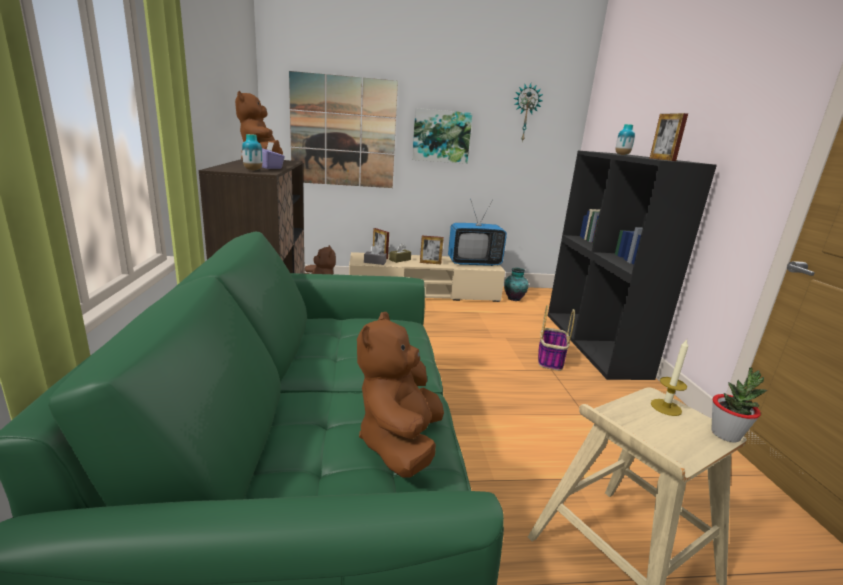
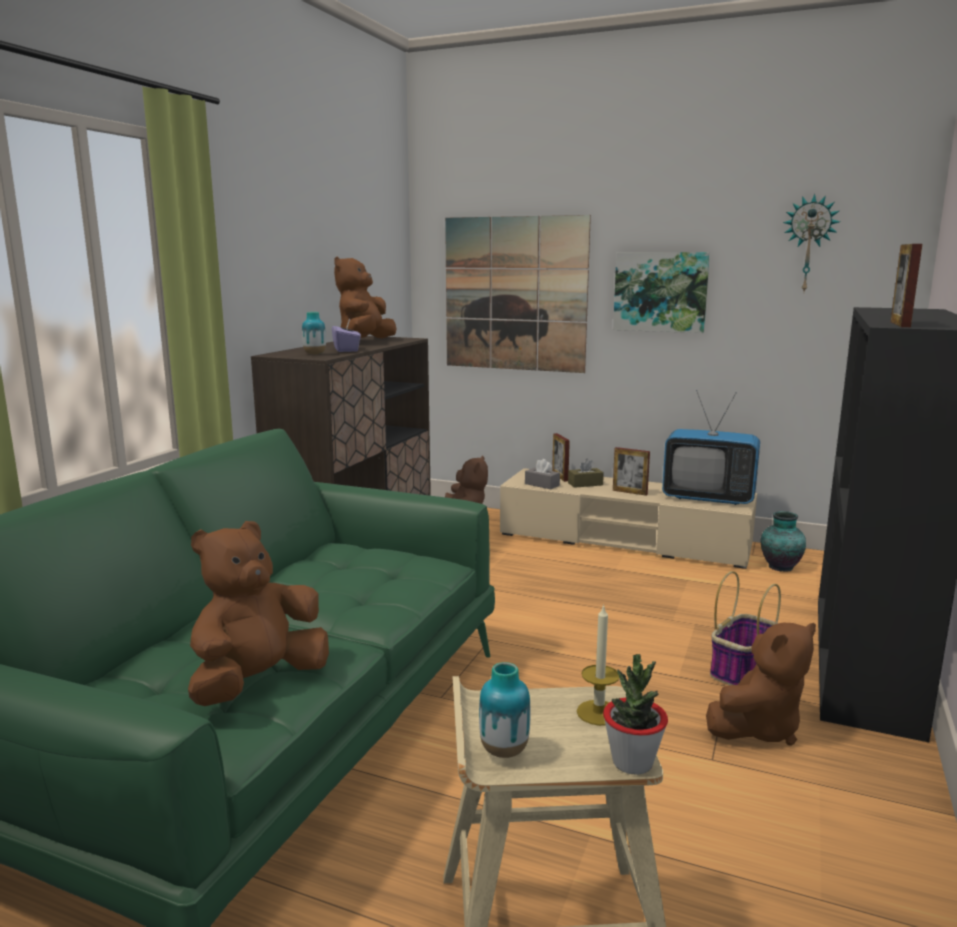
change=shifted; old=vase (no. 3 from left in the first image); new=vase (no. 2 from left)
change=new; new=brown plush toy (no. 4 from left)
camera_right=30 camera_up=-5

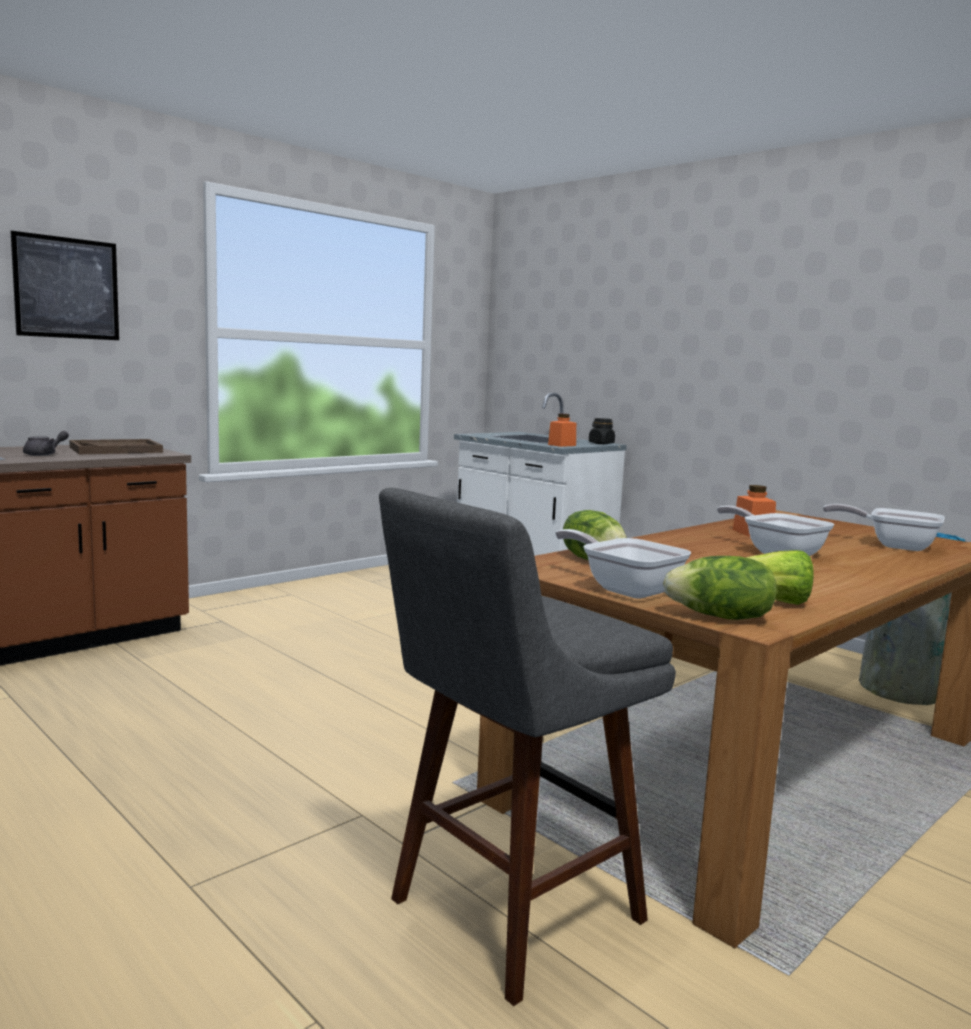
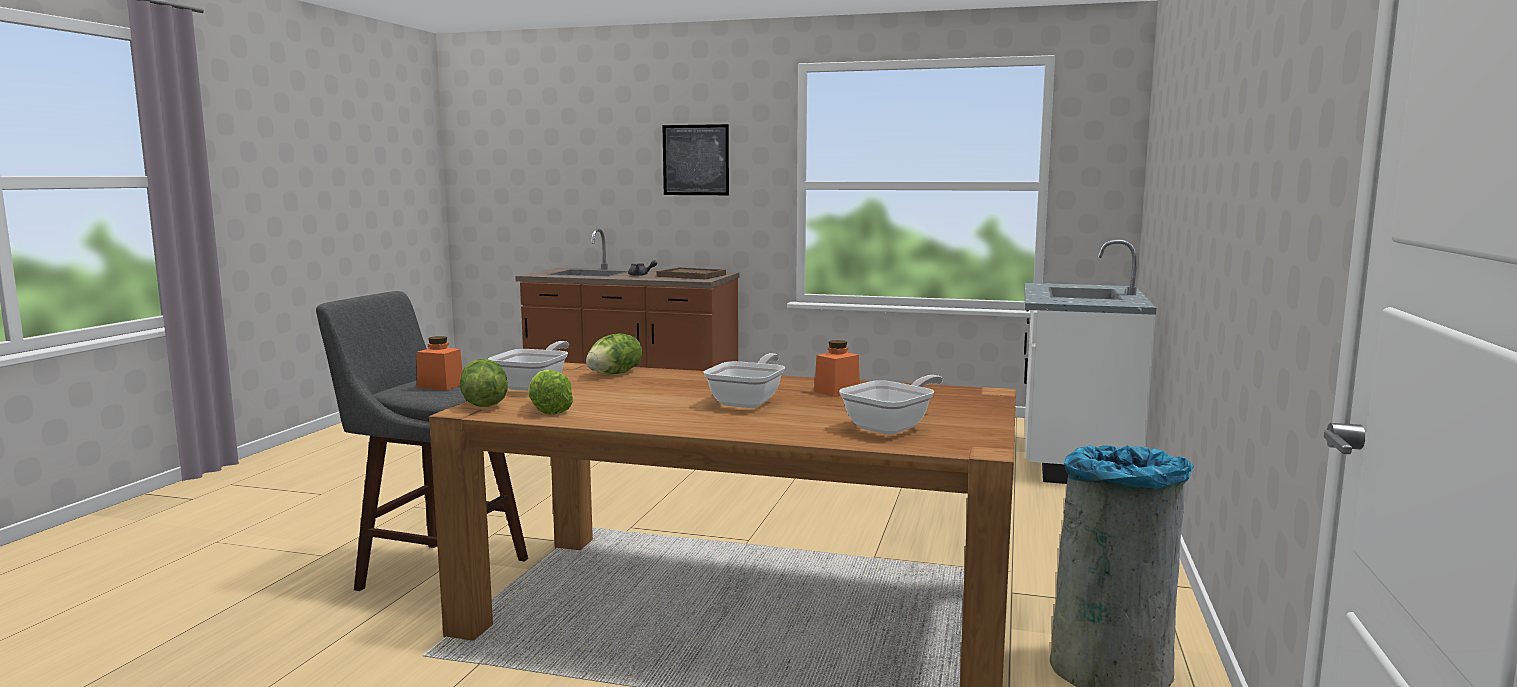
change=shifted; old=orange jar (no. 1 from left)
change=gone; old=black jar
change=rotated; old=frying pan (no. 3 from left); degrees=45
camera_right=60 camera_up=0

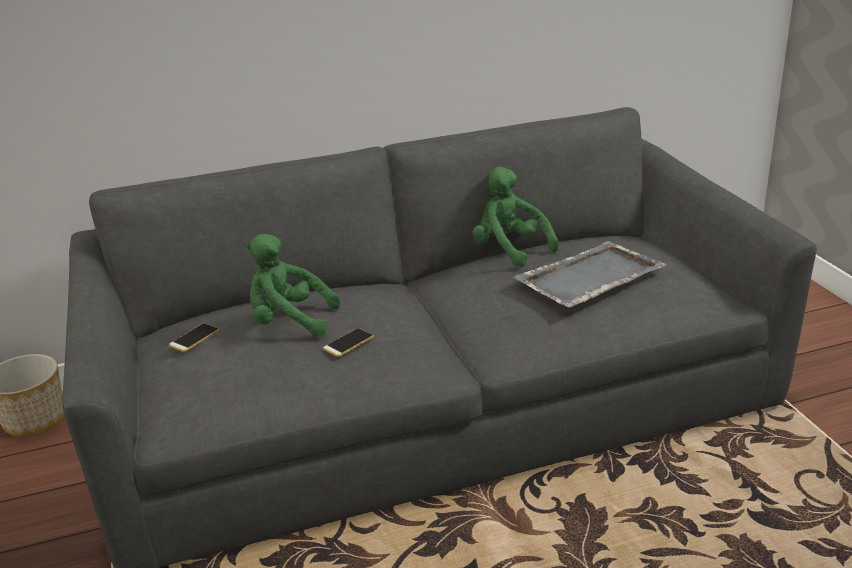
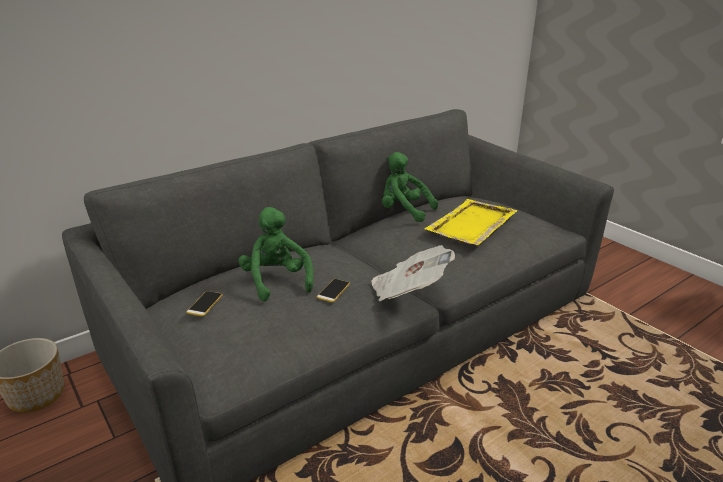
change=rotated; old=green plush toy (no. 1 from left); degrees=75
change=repainted; old=grey tray; new=yellow tray
change=new; new=newspaper
camera_right=-20 camera_up=0

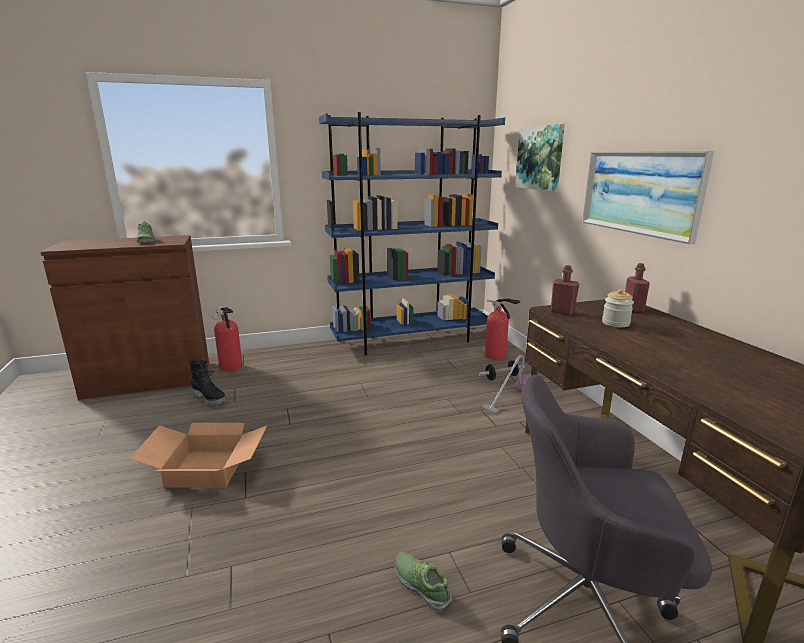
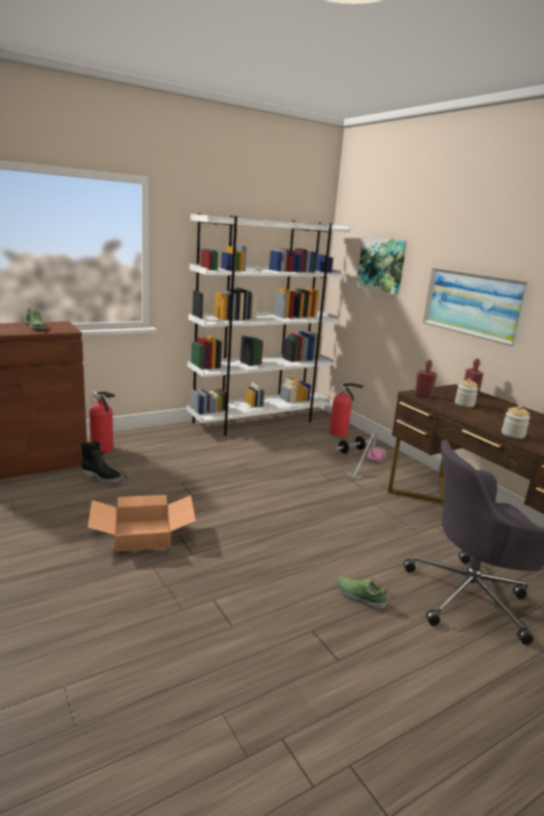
change=repainted; old=blue bookcase; new=white bookcase
change=new; new=jar (no. 2 from left)
camera_right=-15 camera_up=0

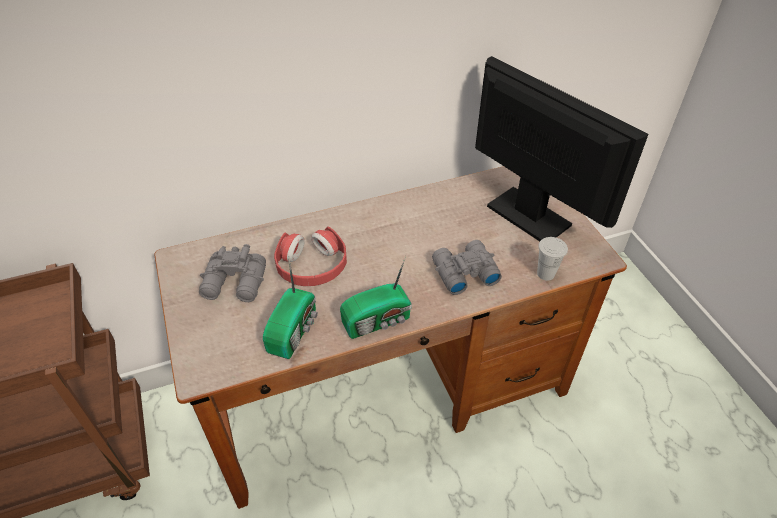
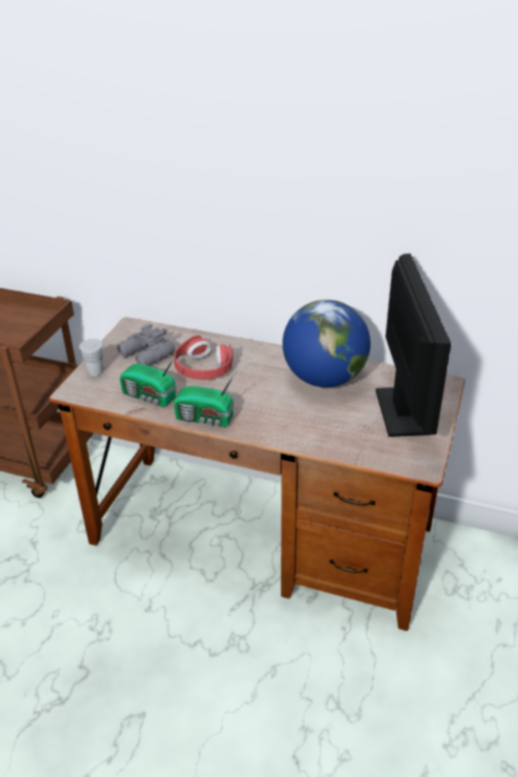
change=rotated; old=radio (no. 1 from left); degrees=60
change=gone; old=grey binoculars (no. 2 from left)
change=shifted; old=white cup
change=new; new=globe
camera_right=40 camera_up=-10

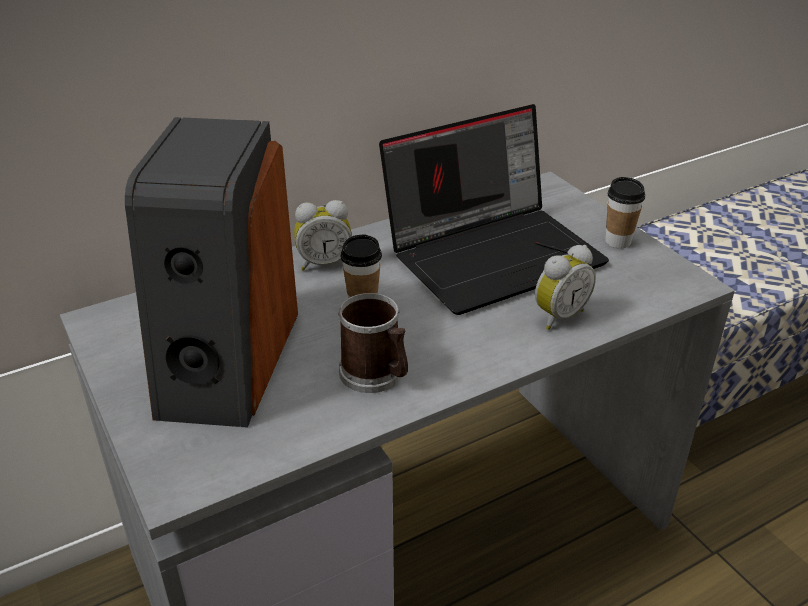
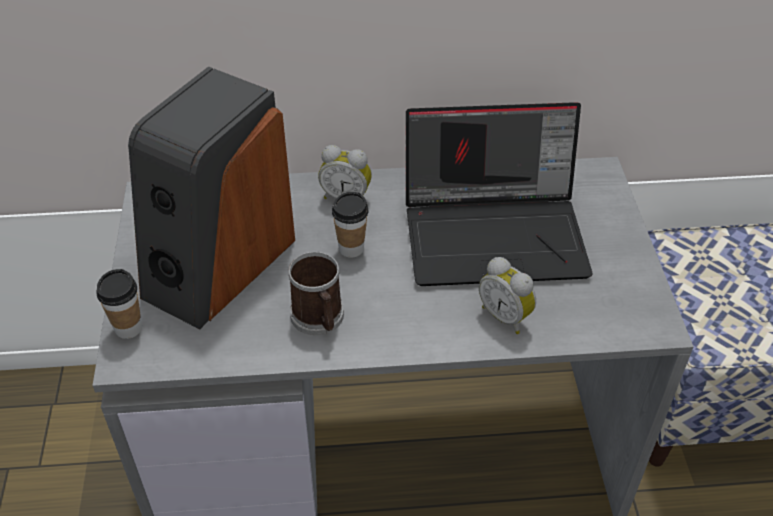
change=rotated; old=alarm clock (no. 2 from left); degrees=60
change=shifted; old=cup (no. 2 from left in the first image); new=cup (no. 1 from left)
camera_right=25 camera_up=10

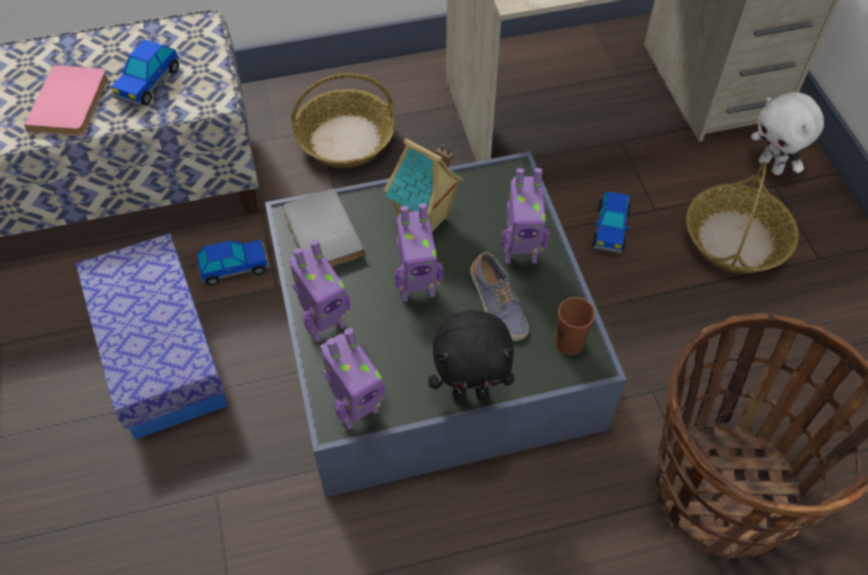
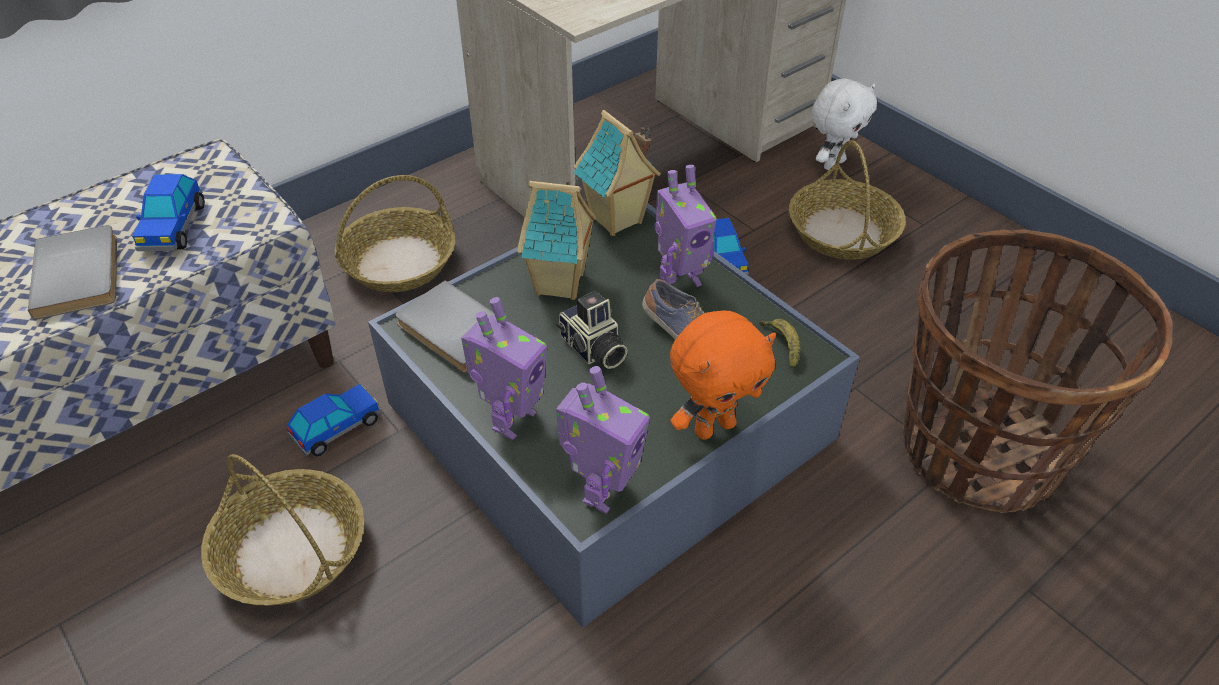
change=repainted; old=pink book; new=grey book (no. 1 from left)
change=swapped; old=storage box; new=basket (no. 1 from left)
change=swapped; old=toy robot (no. 3 from left); new=photo camera
change=repainted; old=black plush toy; new=orange plush toy
change=swapped; old=brown cup; new=banana
change=rotated; old=white plush toy; degrees=-75
change=new; new=toy house (no. 2 from left)
camera_right=-25 camera_up=-10

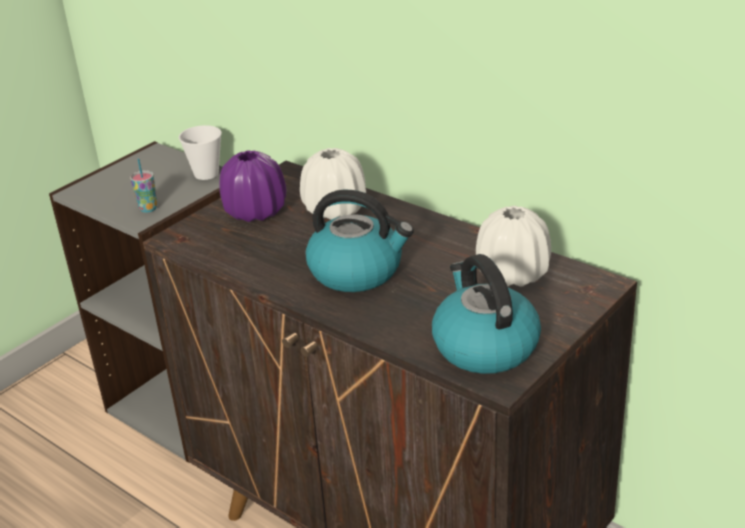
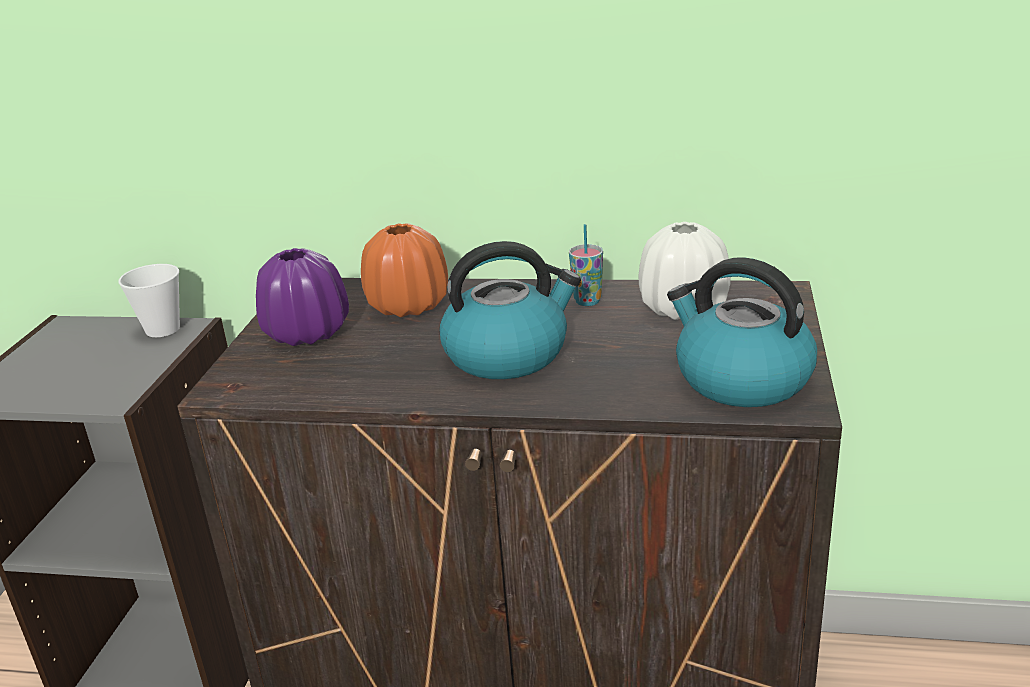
change=shifted; old=cup (no. 1 from left in the first image); new=cup (no. 2 from left)
change=repainted; old=white vase (no. 1 from left); new=orange vase
camera_right=-30 camera_up=-5

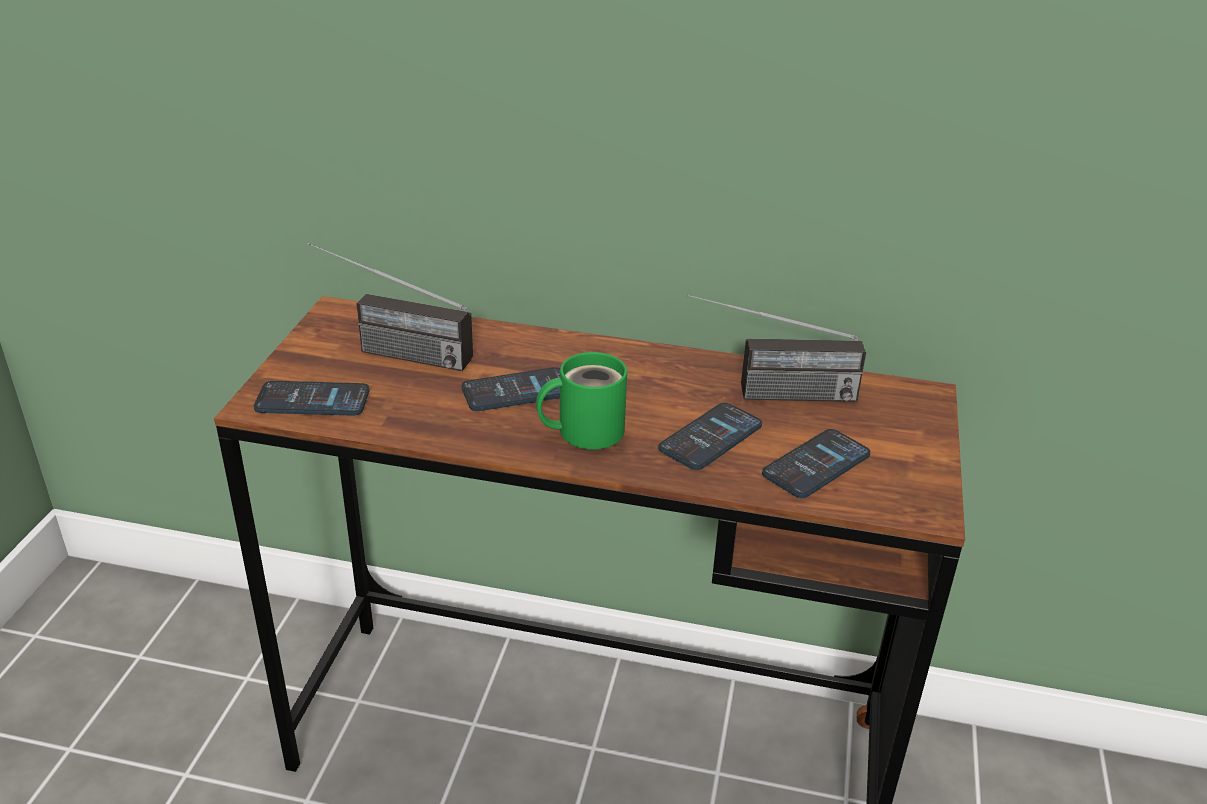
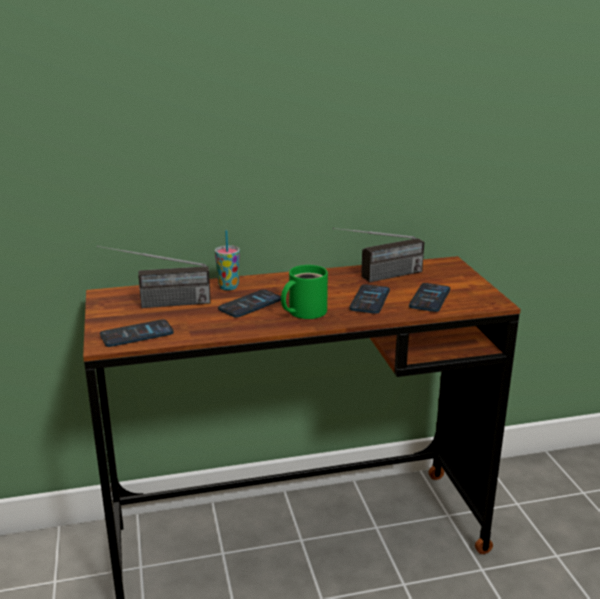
change=new; new=cup
camera_right=-25 camera_up=-10

